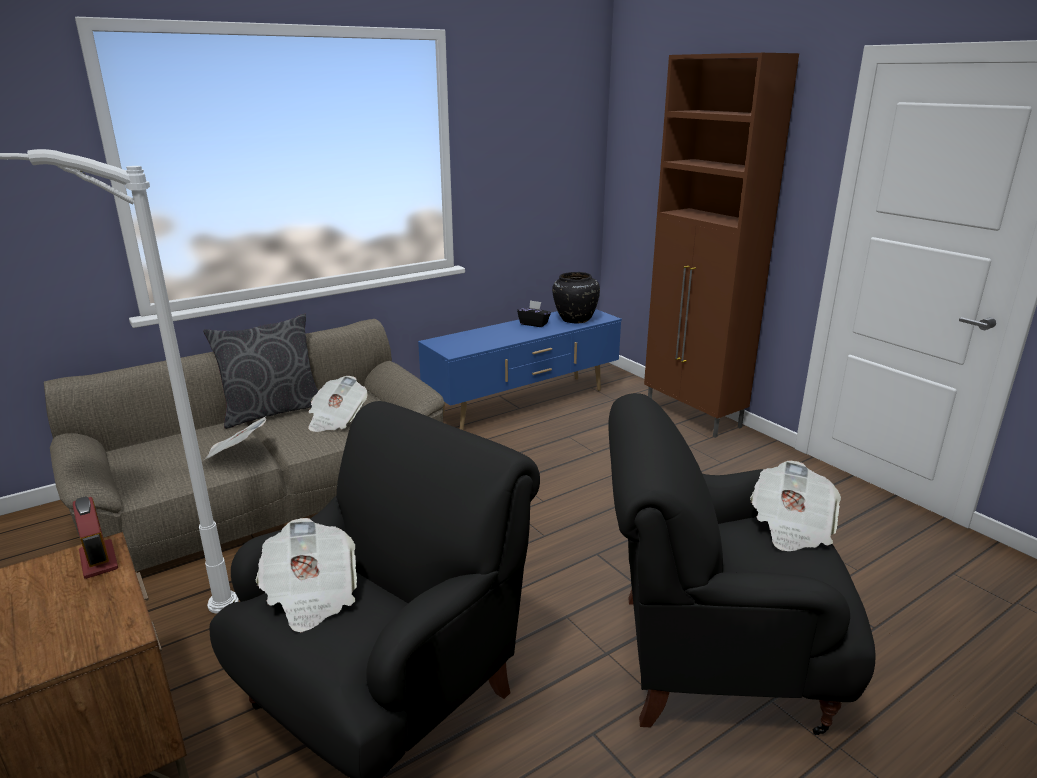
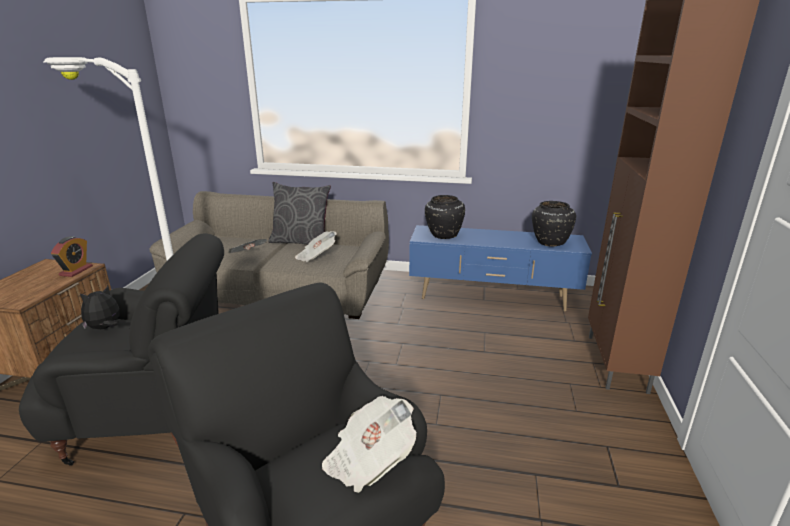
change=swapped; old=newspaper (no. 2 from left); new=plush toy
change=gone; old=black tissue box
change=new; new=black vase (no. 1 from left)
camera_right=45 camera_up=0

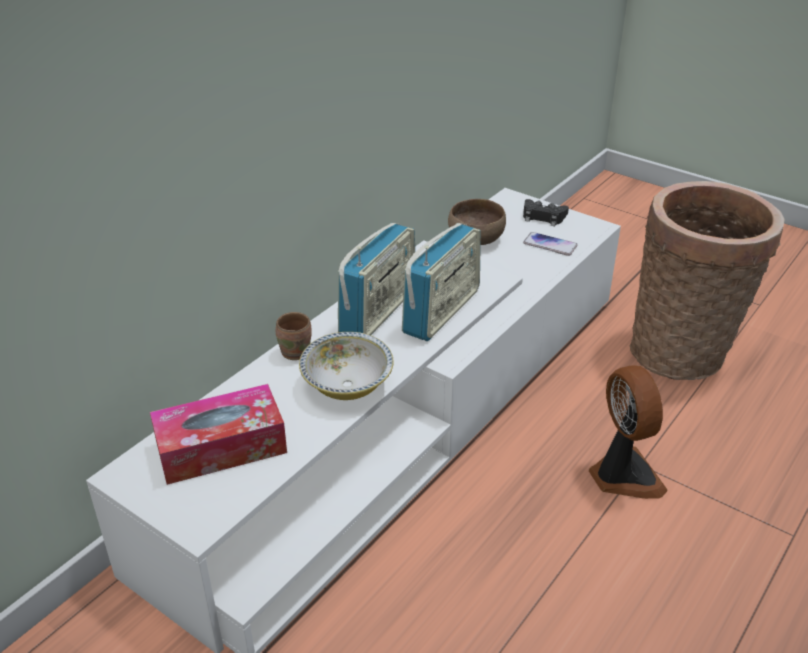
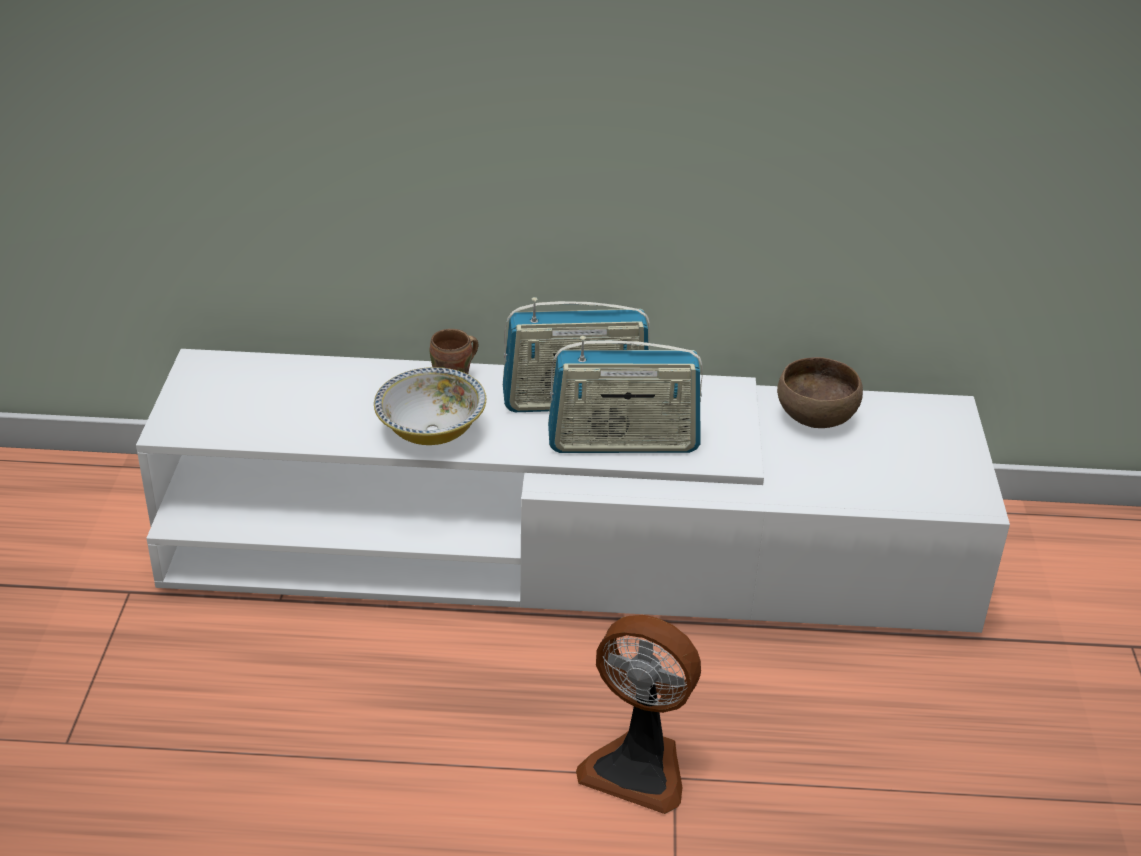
change=gone; old=tissue box
change=gone; old=black game controller
change=gone; old=phone
change=rotated; old=fan; degrees=75
change=gone; old=basket
camera_right=55 camera_up=0

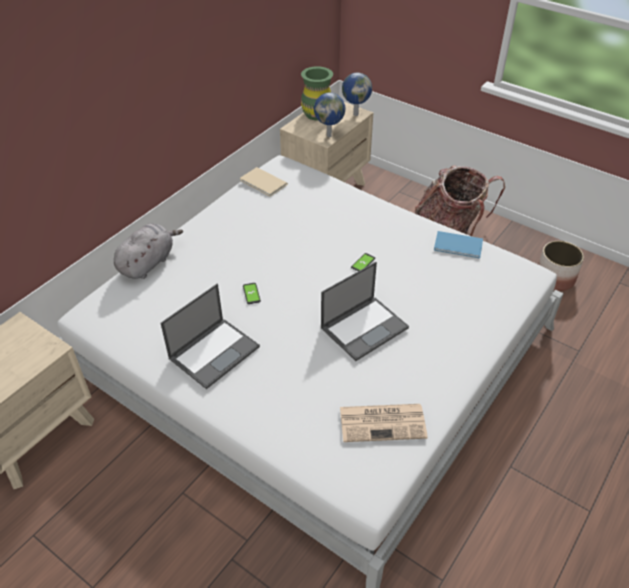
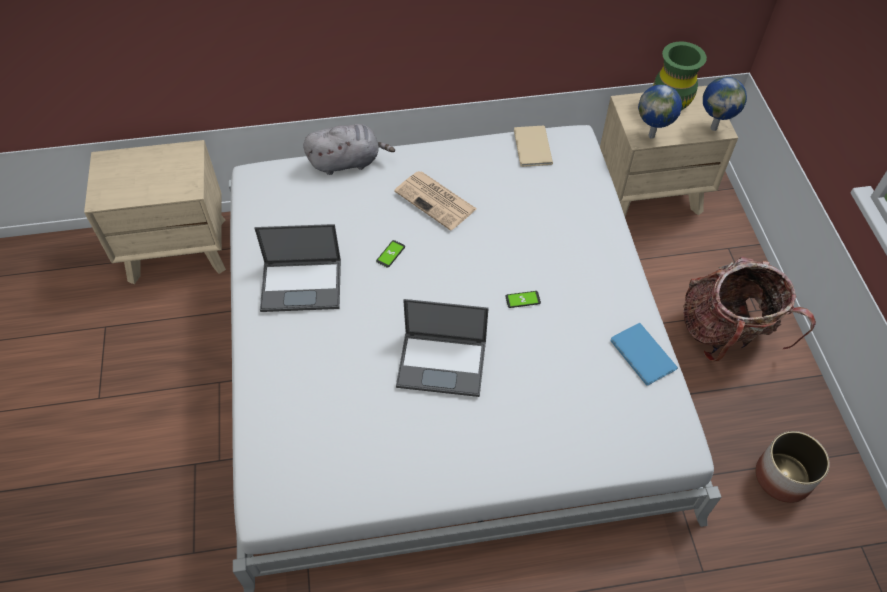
change=shifted; old=newspaper
camera_right=45 camera_up=10

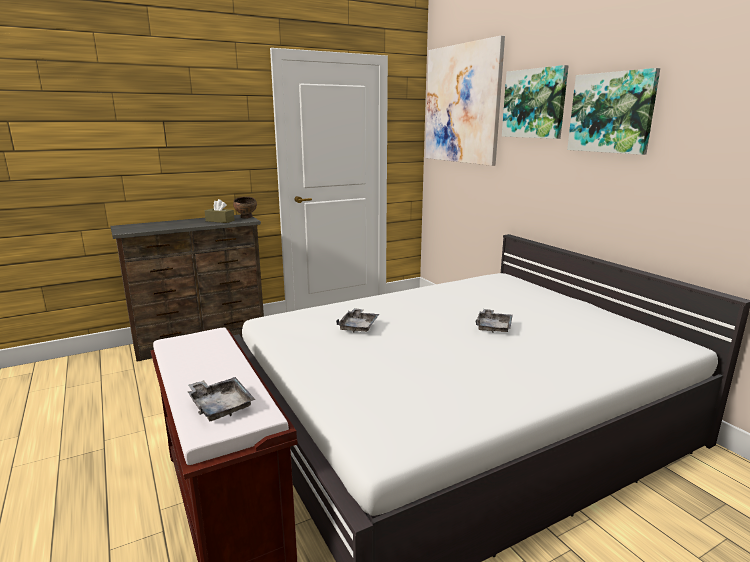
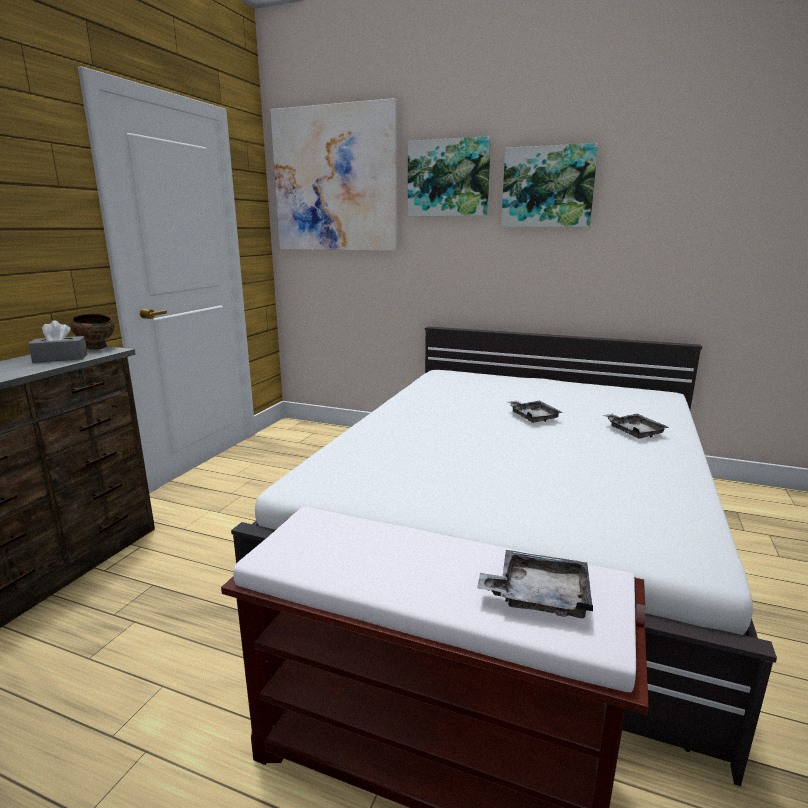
change=repainted; old=brown tissue box; new=grey tissue box
change=shifted; old=grey tray (no. 2 from left in the first image); new=grey tray (no. 3 from left)
camera_right=-40 camera_up=0

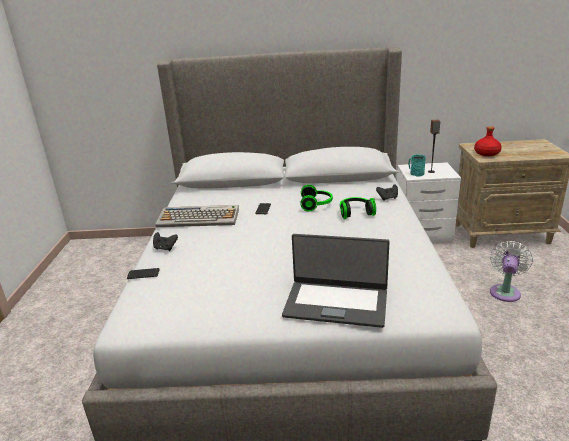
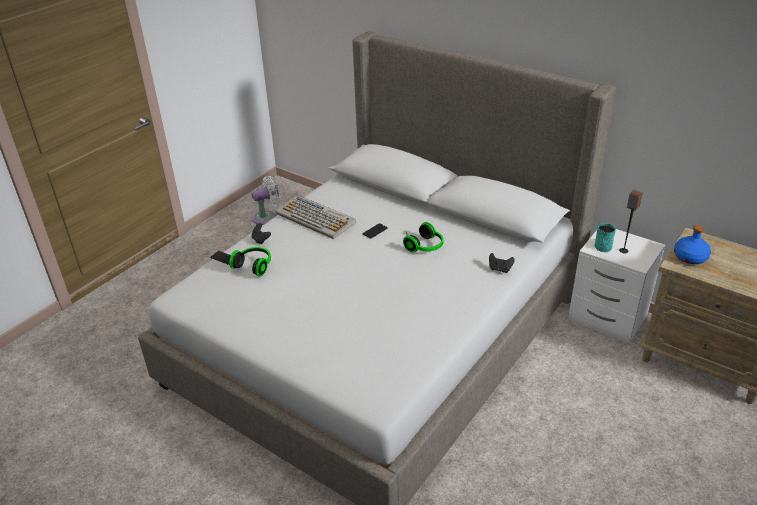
change=gone; old=laptop
change=shifted; old=headphones (no. 2 from left in the first image); new=headphones (no. 1 from left)
change=repainted; old=red bottle; new=blue bottle
change=shifted; old=white fan
camera_right=35 camera_up=10

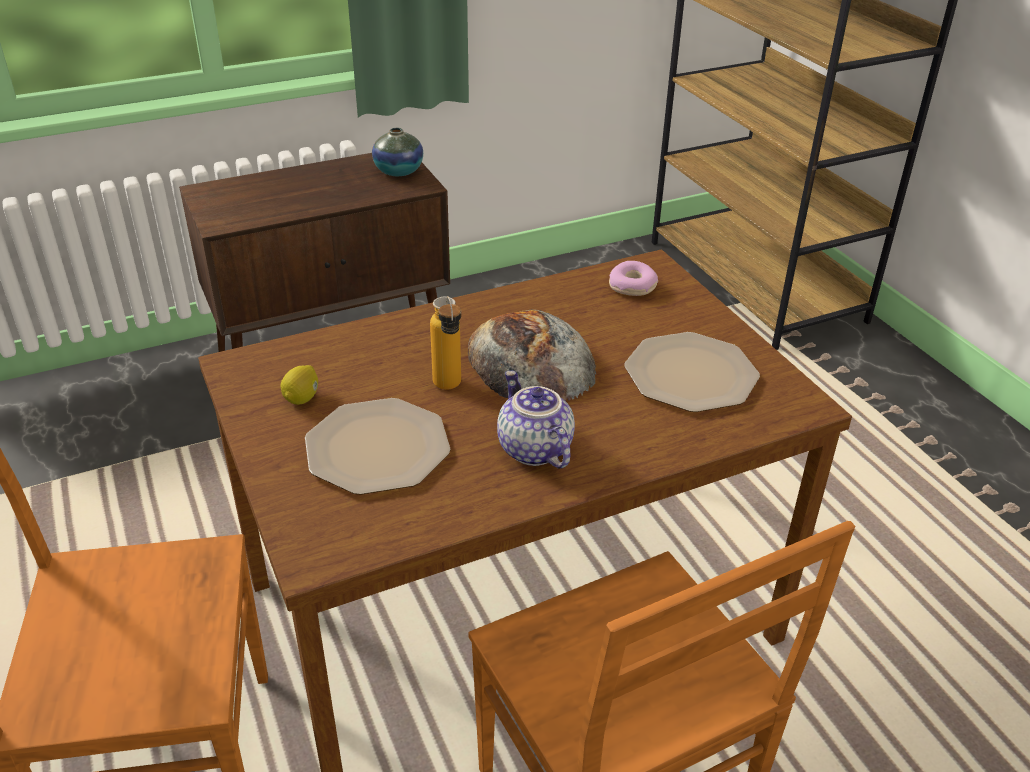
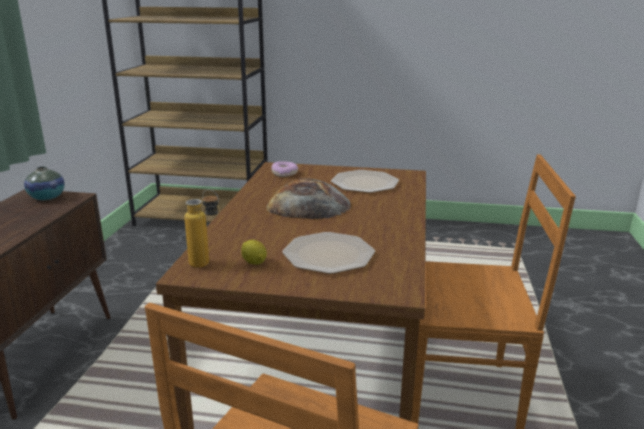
change=shifted; old=bottle
change=gone; old=teapot
camera_right=-55 camera_up=-15

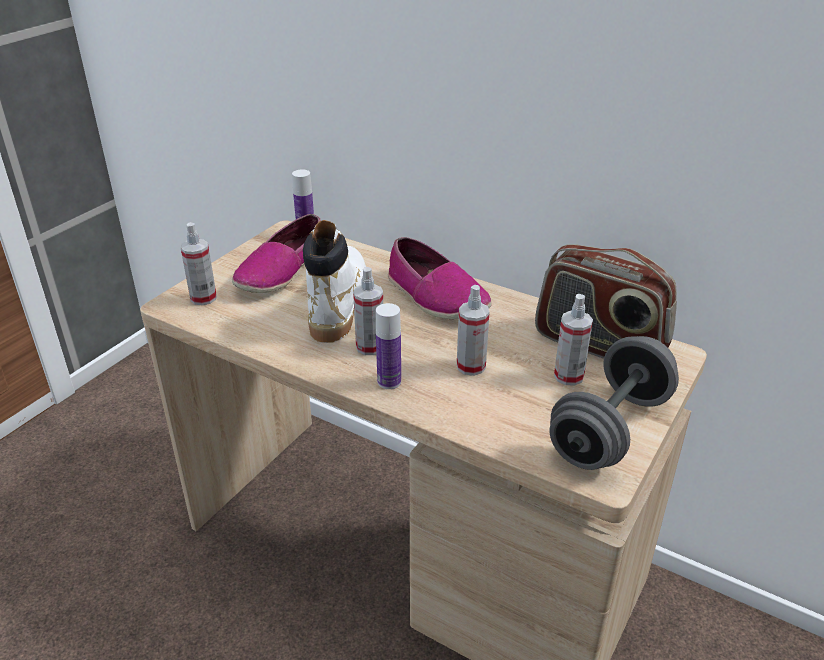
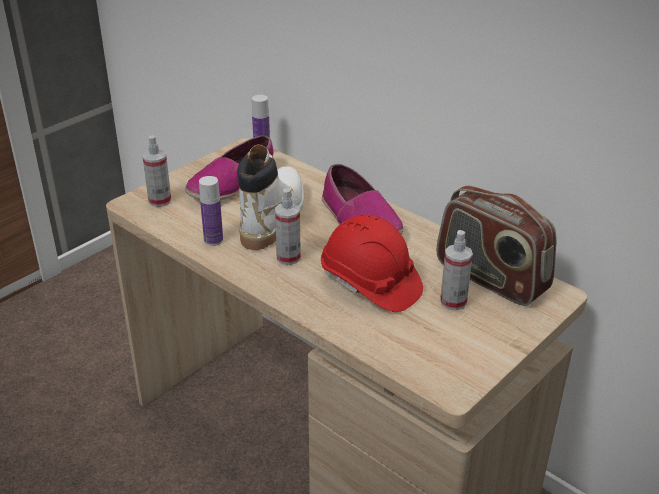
change=shifted; old=bottle (no. 2 from left in the first image); new=bottle (no. 1 from left)
change=swapped; old=spray bottle (no. 3 from left); new=red hard hat
change=gone; old=grey dumbbell
camera_right=10 camera_up=0

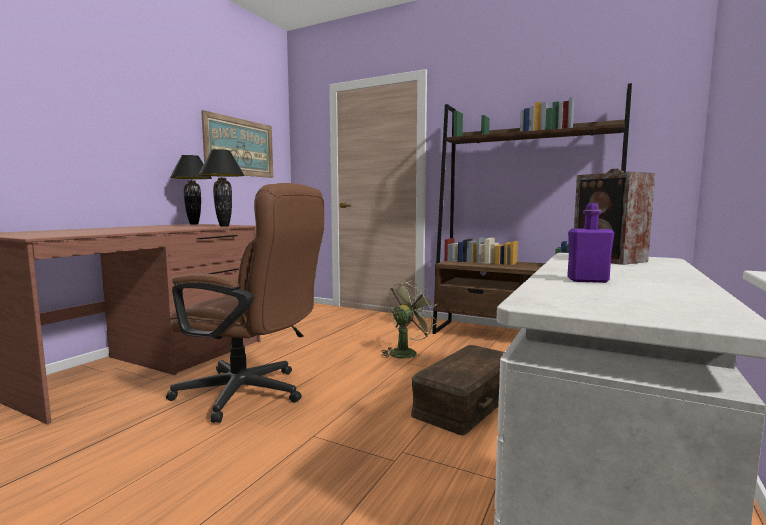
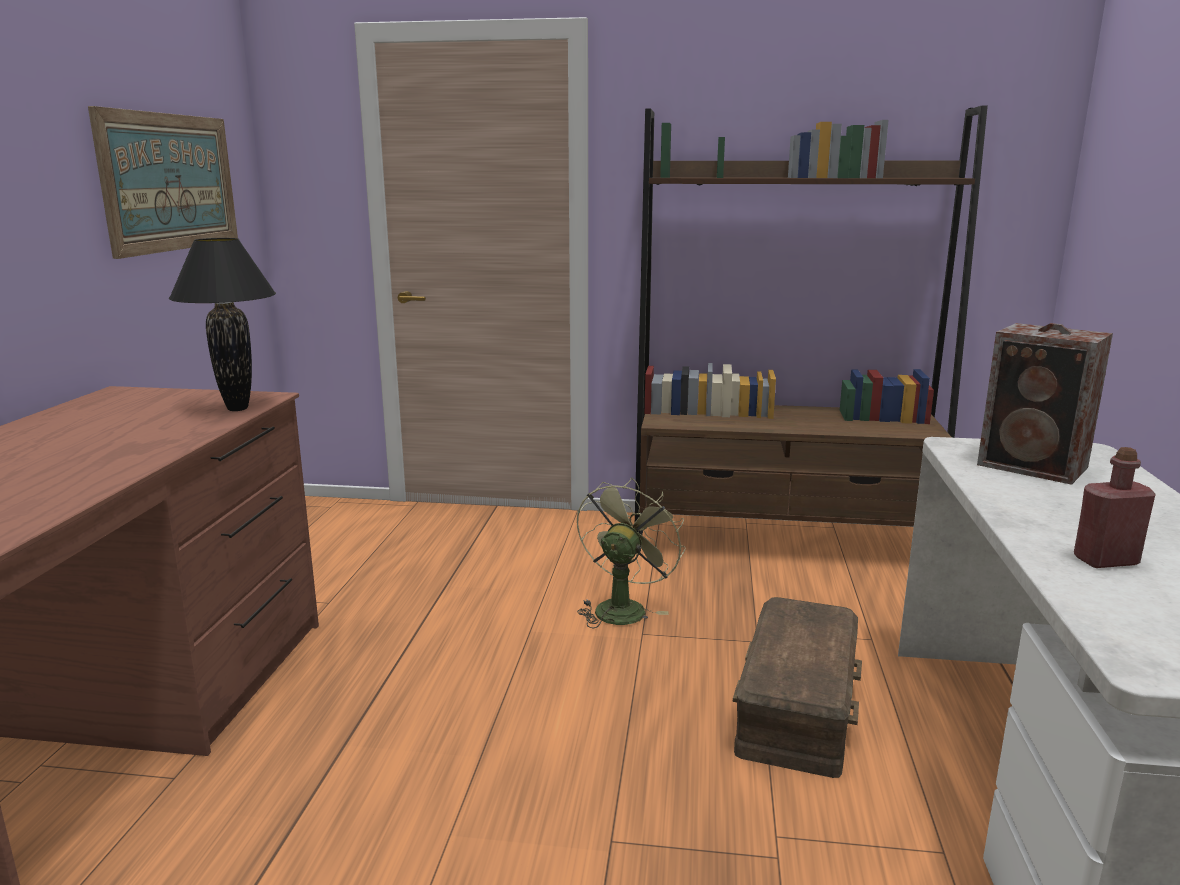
change=gone; old=brown office chair
change=gone; old=black table lamp (no. 1 from left)
change=repainted; old=purple bottle; new=red bottle
camera_right=-20 camera_up=10

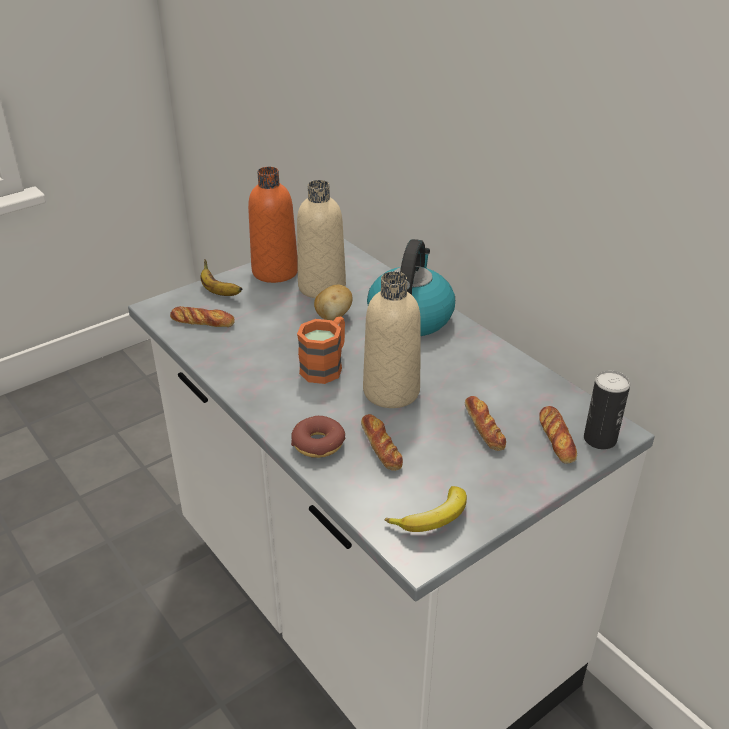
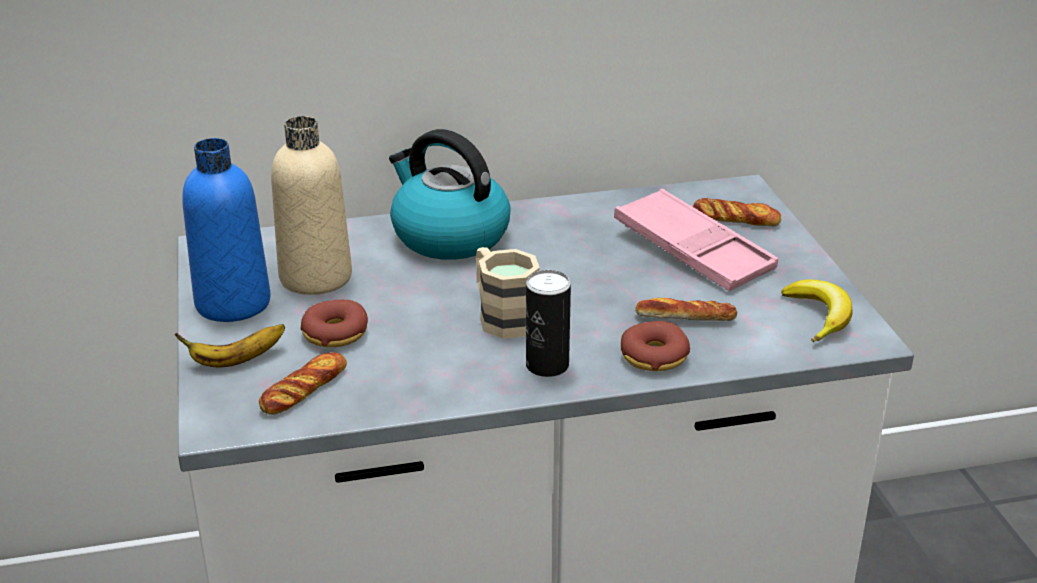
change=repainted; old=orange bottle; new=blue bottle
change=repainted; old=orange mug; new=beige mug
change=gone; old=potato
change=gone; old=beige bottle (no. 2 from left)
change=swapped; old=bread (no. 3 from left); new=pink tray
change=shifted; old=can
change=new; new=donut (no. 1 from left)
camera_right=-65 camera_up=-5

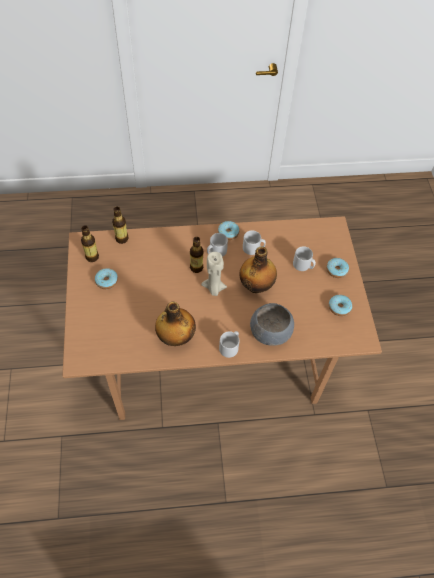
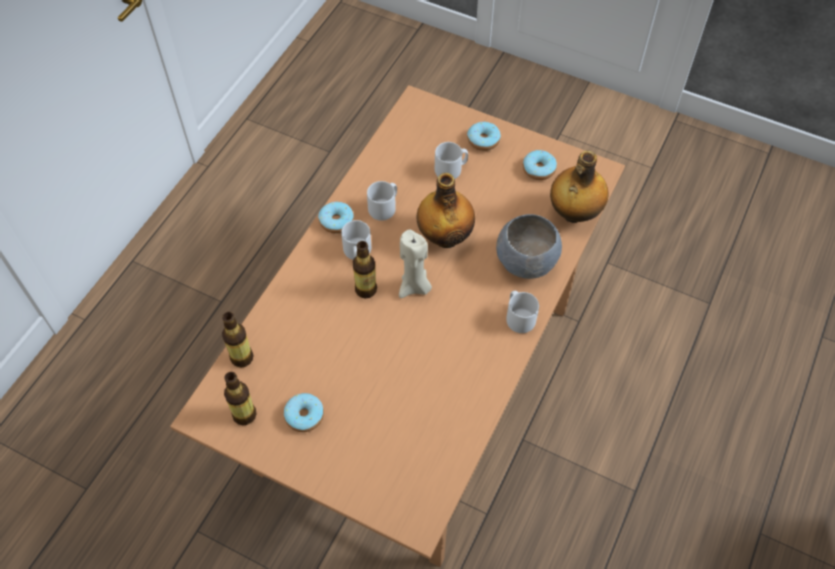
change=shifted; old=bottle (no. 3 from left in the first image); new=bottle (no. 5 from left)
camera_right=-55 camera_up=0

